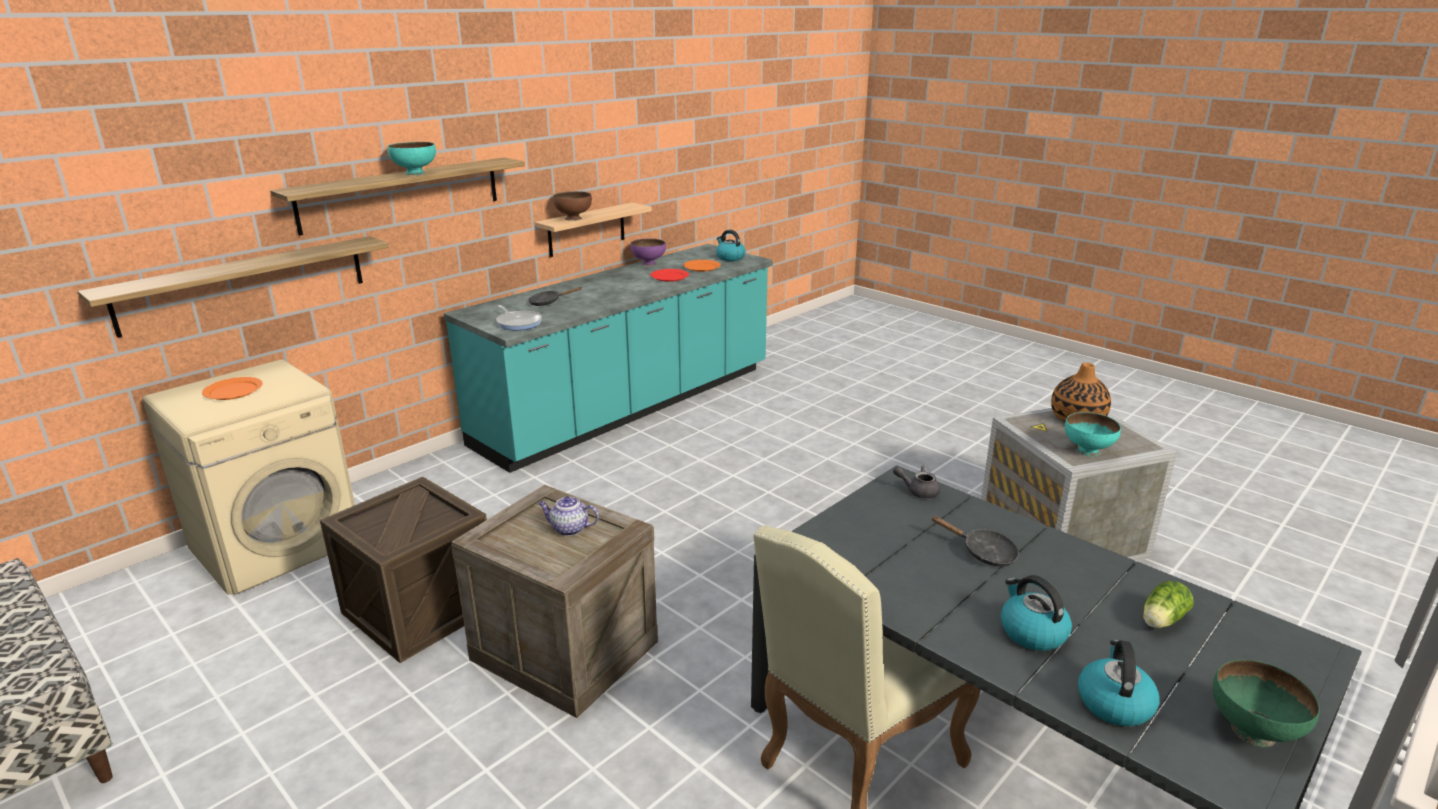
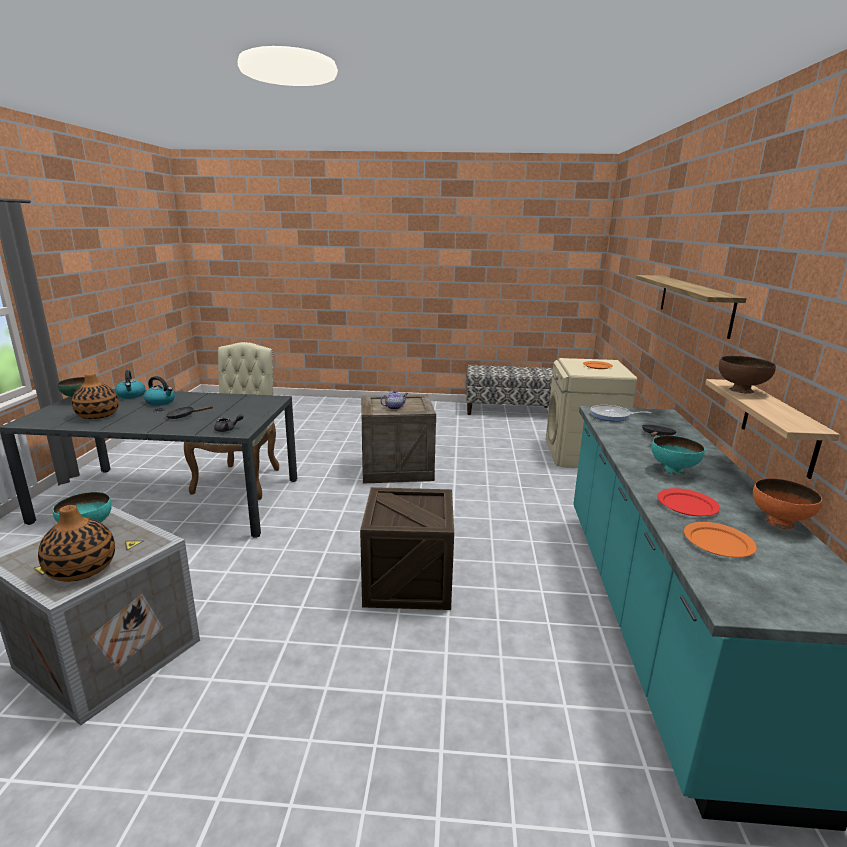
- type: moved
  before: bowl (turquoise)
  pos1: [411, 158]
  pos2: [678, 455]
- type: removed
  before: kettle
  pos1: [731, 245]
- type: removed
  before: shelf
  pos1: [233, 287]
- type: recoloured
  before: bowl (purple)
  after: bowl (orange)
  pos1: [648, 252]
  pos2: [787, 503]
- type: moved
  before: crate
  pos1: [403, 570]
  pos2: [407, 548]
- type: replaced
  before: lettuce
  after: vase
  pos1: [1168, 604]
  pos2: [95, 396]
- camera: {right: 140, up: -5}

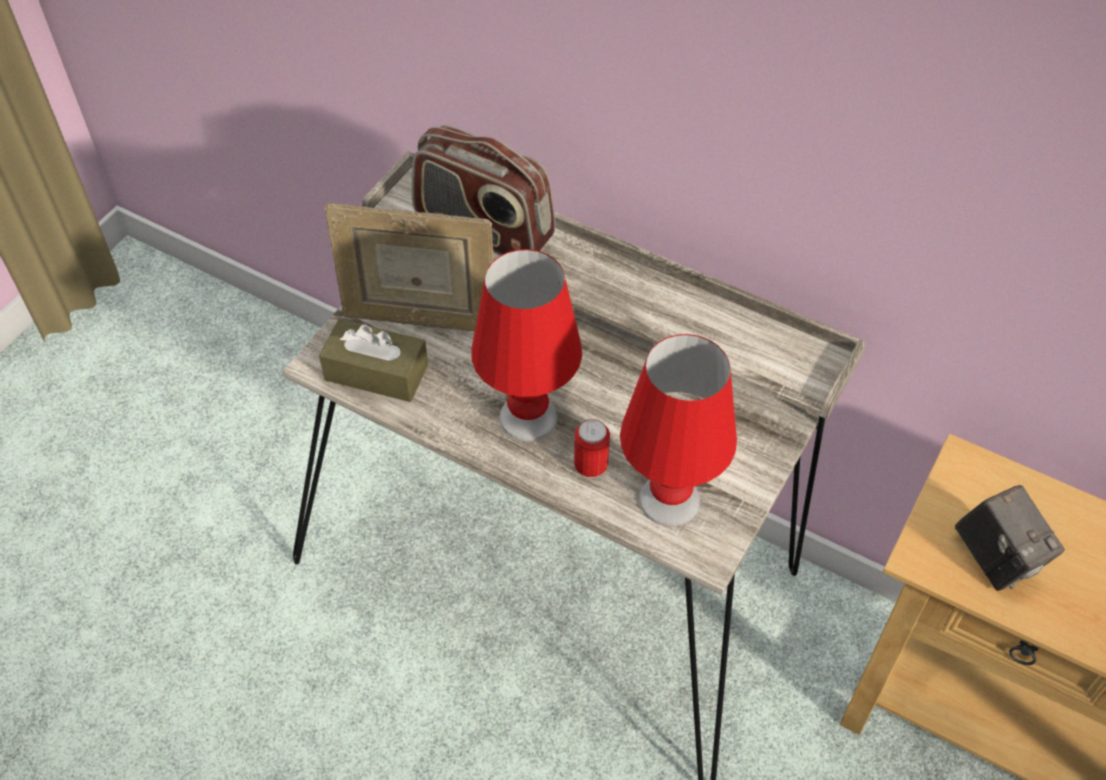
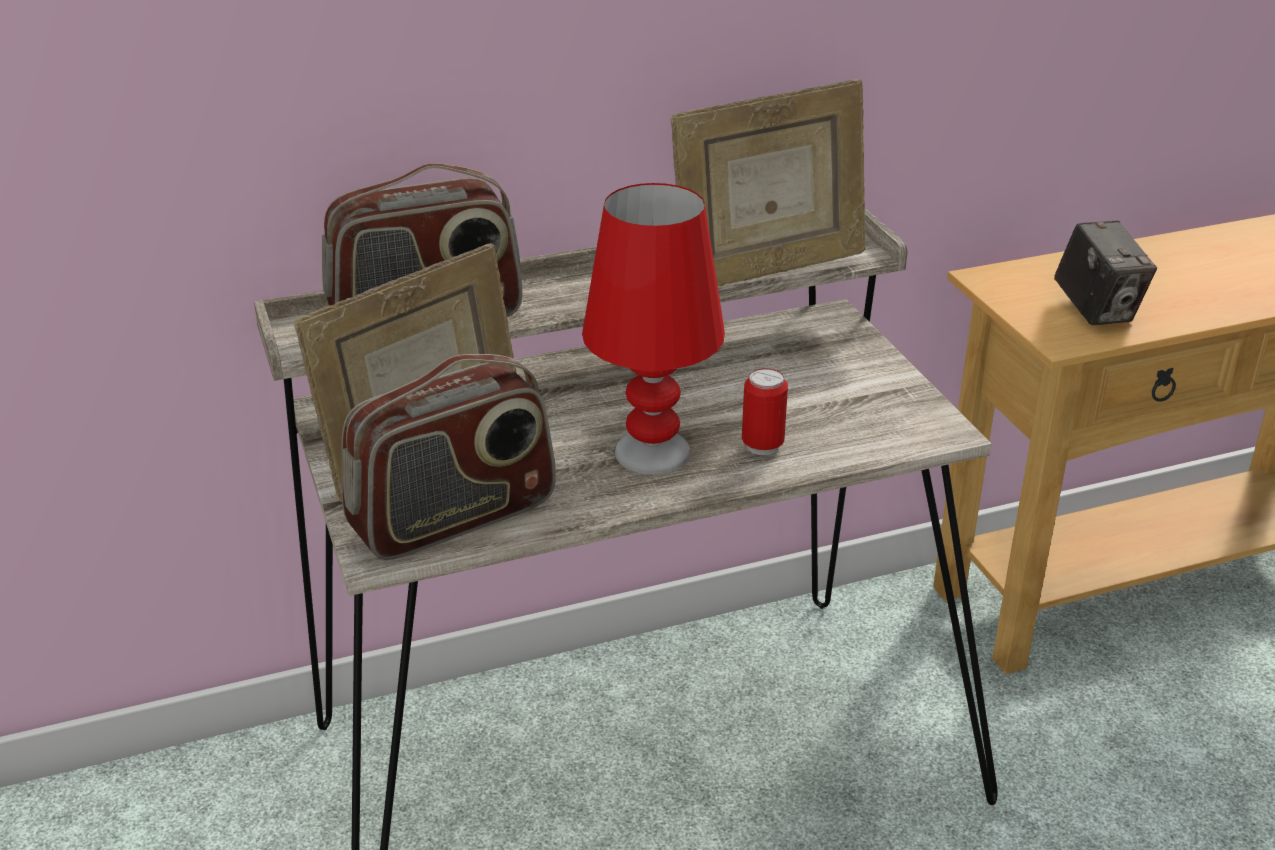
- type: replaced
  before: tissue box (brown)
  after: radio
  pos1: [373, 360]
  pos2: [449, 457]
- type: removed
  before: table lamp (red)
  pos1: [678, 430]
- type: turned
  before: photo camera
  pos1: [1010, 538]
  pos2: [1105, 273]
  turn: 60
- type: added
  after: picture frame
  pos2: [768, 182]
- camera: {right: -50, up: -20}

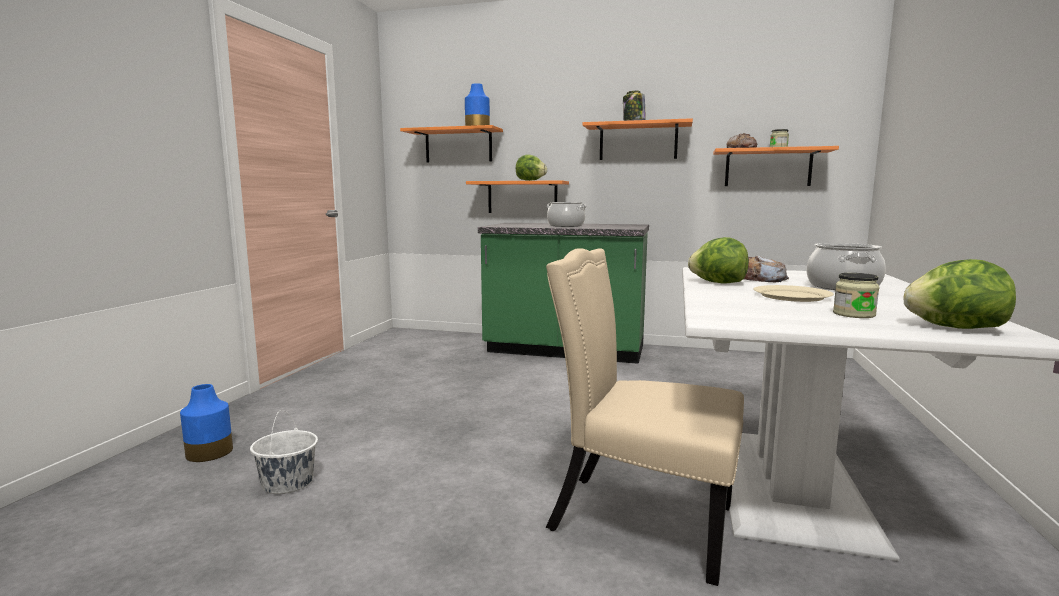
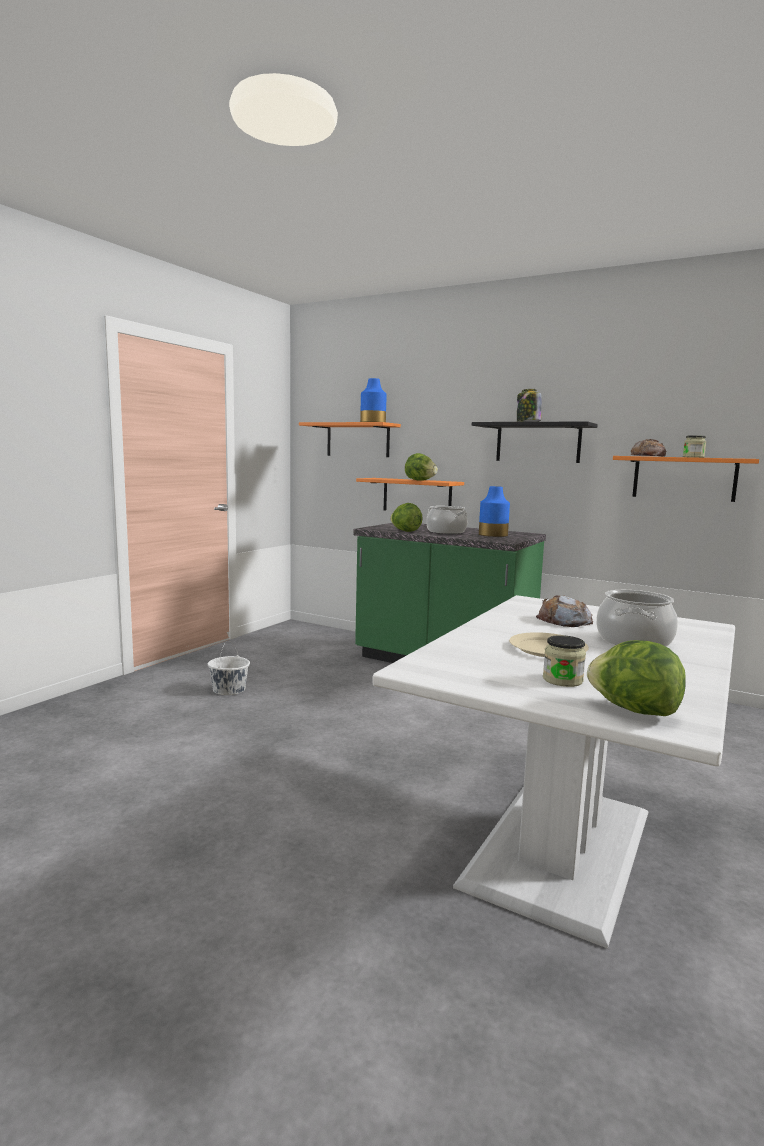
- type: recoloured
  before: shelf (orange)
  after: shelf (black)
  pos1: [637, 139]
  pos2: [535, 442]
- type: moved
  before: lettuce
  pos1: [718, 260]
  pos2: [406, 517]
- type: removed
  before: chair (beige)
  pos1: [645, 417]
- type: moved
  before: vase (blue)
  pos1: [206, 423]
  pos2: [494, 511]
- type: moved
  before: bucket (white)
  pos1: [284, 452]
  pos2: [229, 668]
- camera: {right: 15, up: 0}

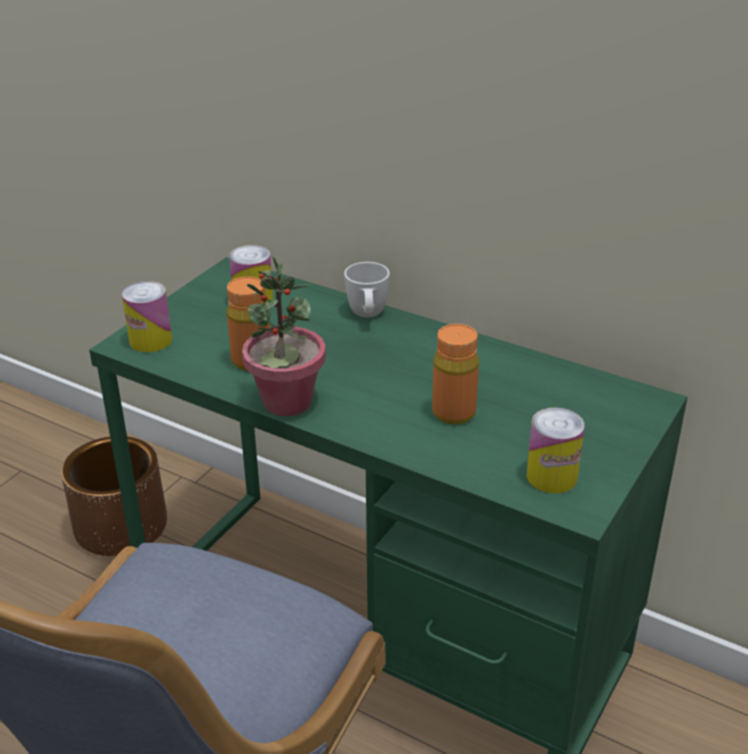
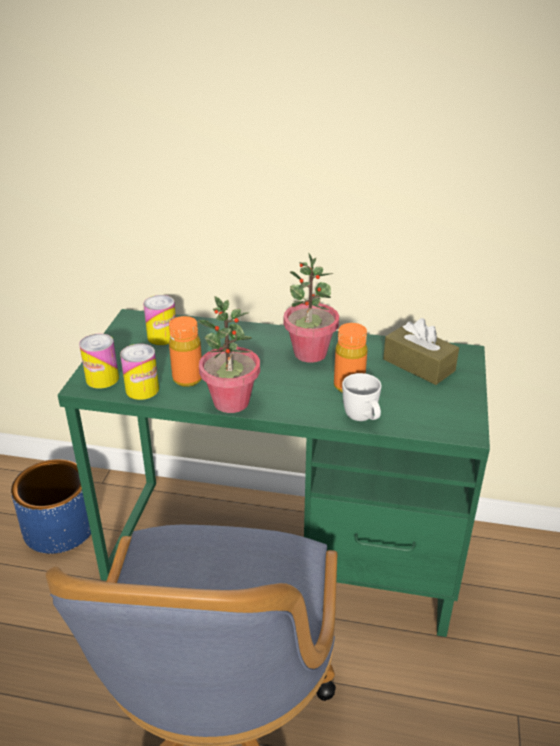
- type: moved
  before: mug (white)
  pos1: [367, 289]
  pos2: [362, 397]
- type: moved
  before: can
  pos1: [556, 450]
  pos2: [139, 372]
- type: recoloured
  before: planter (brown)
  after: planter (blue)
  pos1: [114, 496]
  pos2: [51, 506]
- type: added
  after: potted plant
  pos2: [311, 308]
- type: added
  after: tissue box (brown)
  pos2: [421, 351]
- camera: {right: -20, up: 0}

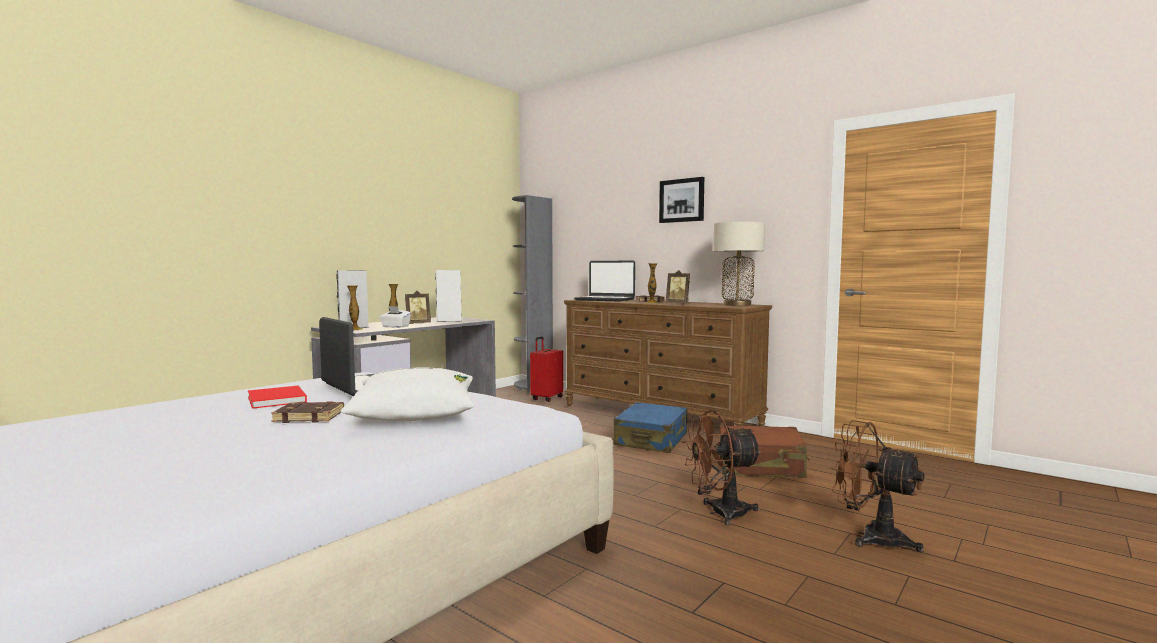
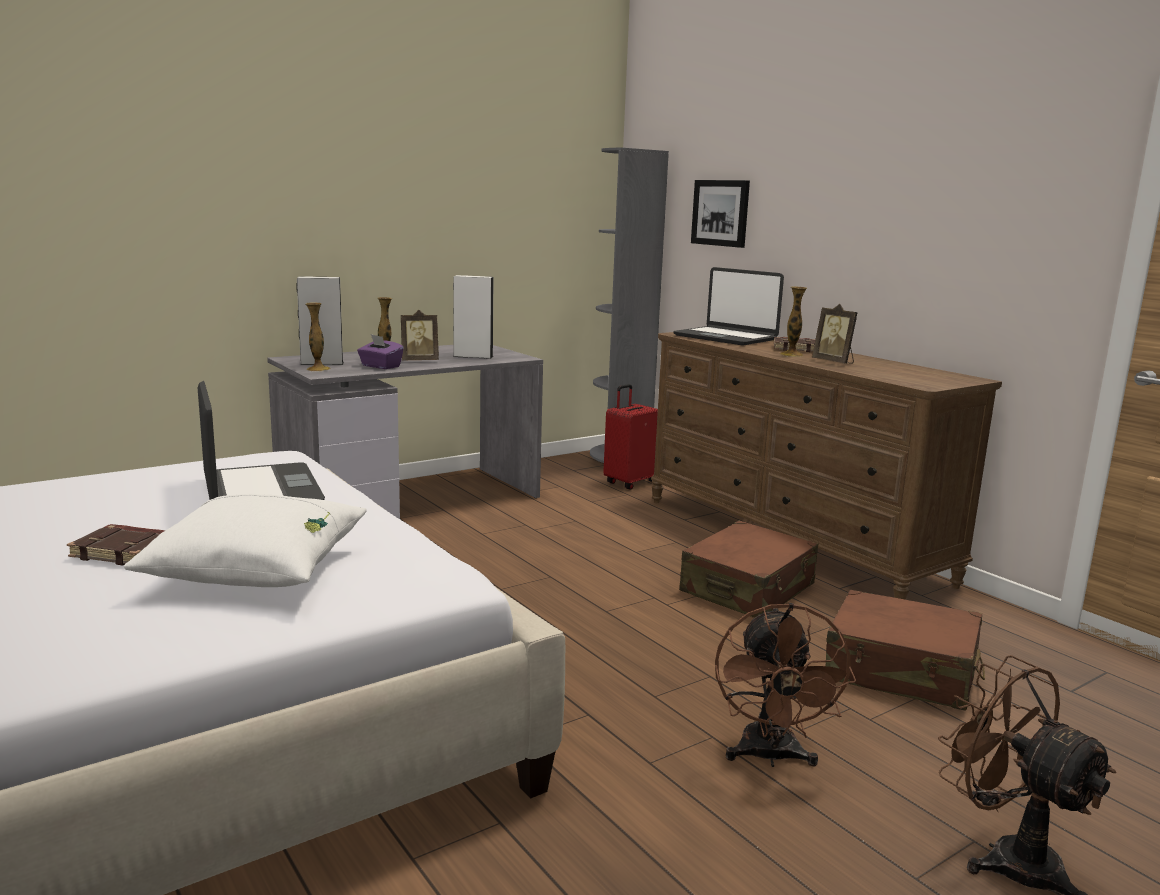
- type: moved
  before: picture
  pos1: [681, 200]
  pos2: [720, 214]
- type: removed
  before: table lamp
  pos1: [739, 264]
- type: recoloured
  before: tissue box (white)
  after: tissue box (purple)
  pos1: [395, 317]
  pos2: [380, 351]
- type: removed
  before: book (red)
  pos1: [277, 397]
- type: recoloured
  before: suitcase (blue)
  after: suitcase (brown)
  pos1: [650, 427]
  pos2: [748, 569]
- type: turned
  before: fan (brown)
  pos1: [722, 468]
  pos2: [785, 685]
  turn: -90
- camera: {right: 15, up: 10}

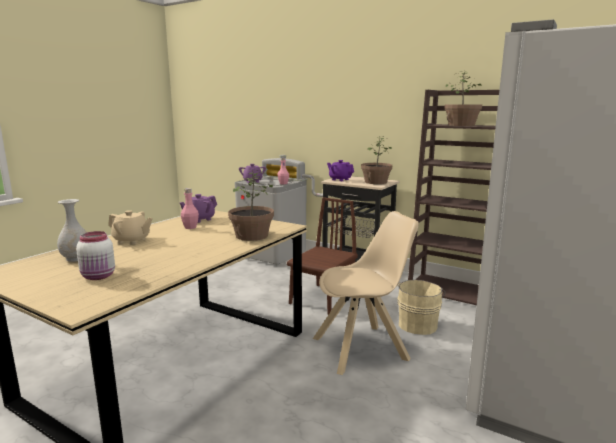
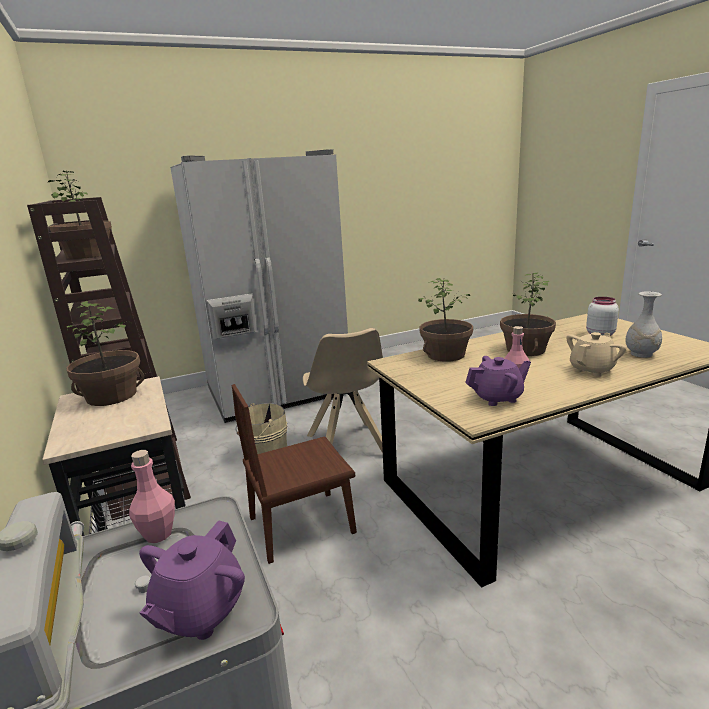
- type: removed
  before: teapot (purple)
  pos1: [340, 170]
- type: turned
  before: teapot (beige)
  pos1: [130, 227]
  pos2: [596, 354]
  turn: 90
- type: turned
  before: chair (beige)
  pos1: [366, 293]
  pos2: [343, 390]
  turn: -120
- type: added
  after: potted plant
  pos2: [528, 314]
- camera: {right: -145, up: 5}

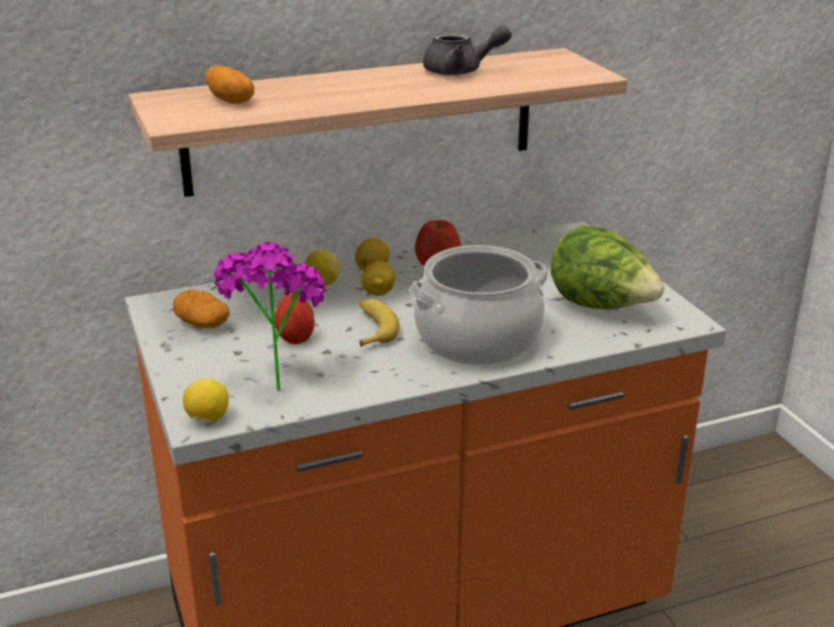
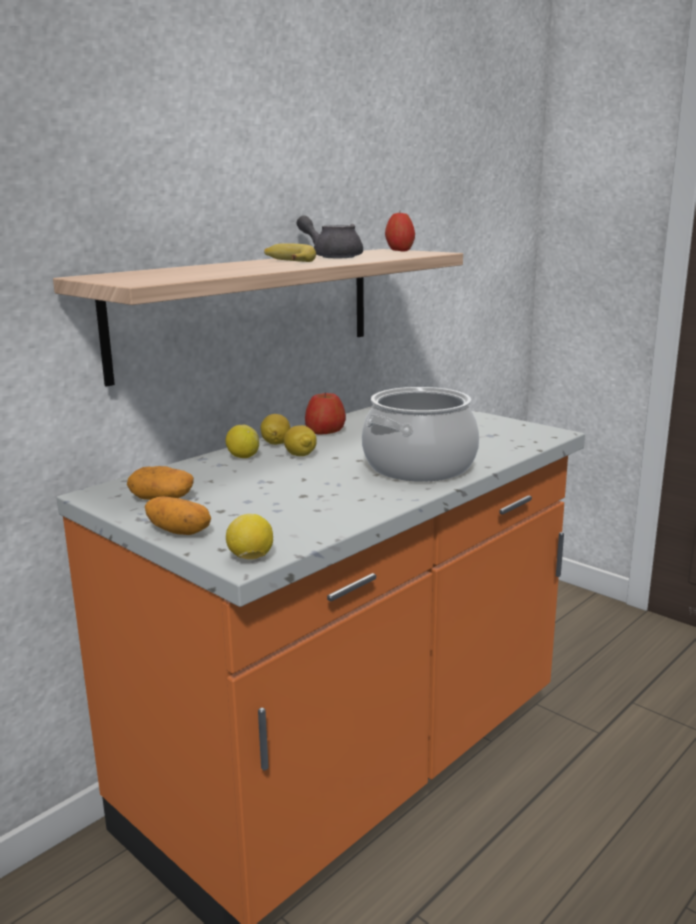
- type: turned
  before: teapot (grey)
  pos1: [467, 50]
  pos2: [329, 236]
  turn: -120
- type: moved
  before: potato
  pos1: [229, 85]
  pos2: [178, 516]
- type: removed
  before: lettuce
  pos1: [607, 267]
- type: removed
  before: potted plant
  pos1: [270, 316]
- type: moved
  before: apple
  pos1: [295, 318]
  pos2: [400, 232]
- type: moved
  before: banana
  pos1: [379, 323]
  pos2: [290, 252]
- camera: {right: -25, up: -10}

